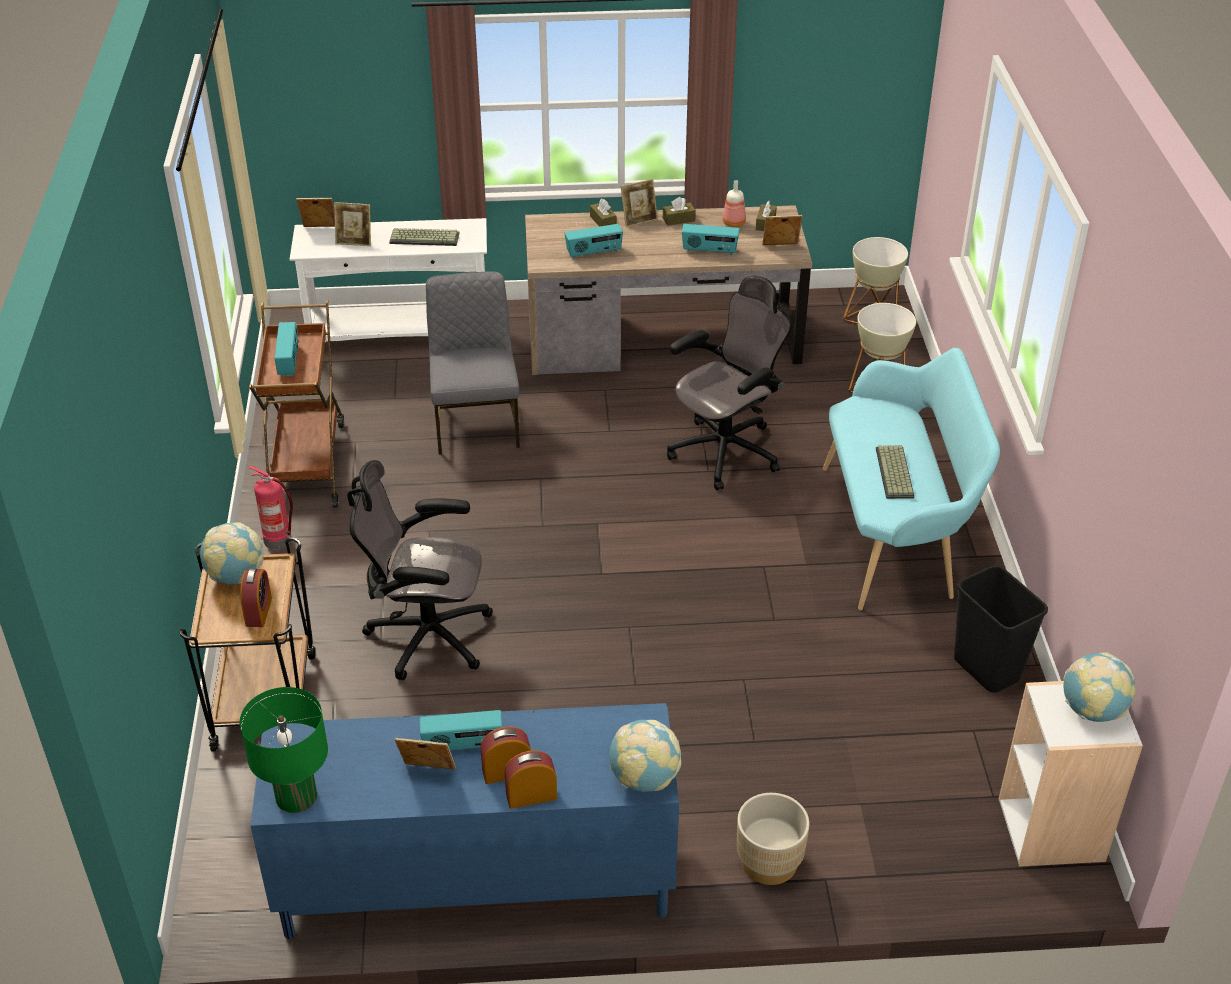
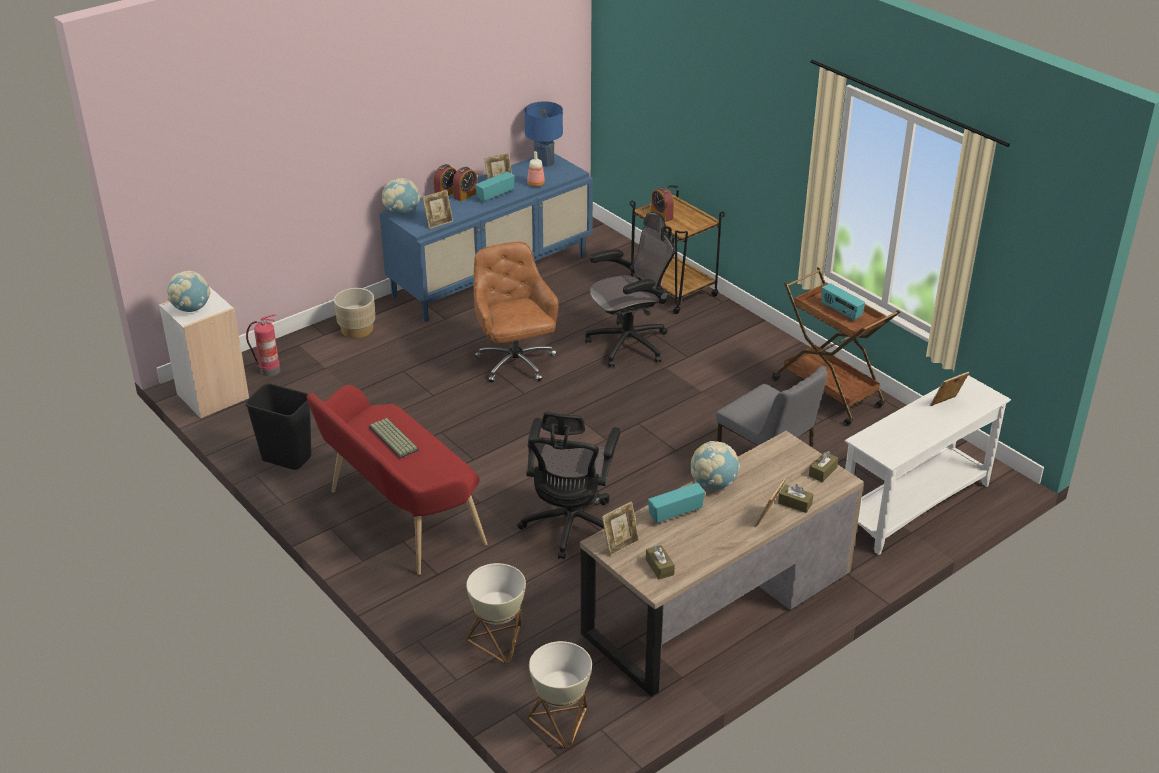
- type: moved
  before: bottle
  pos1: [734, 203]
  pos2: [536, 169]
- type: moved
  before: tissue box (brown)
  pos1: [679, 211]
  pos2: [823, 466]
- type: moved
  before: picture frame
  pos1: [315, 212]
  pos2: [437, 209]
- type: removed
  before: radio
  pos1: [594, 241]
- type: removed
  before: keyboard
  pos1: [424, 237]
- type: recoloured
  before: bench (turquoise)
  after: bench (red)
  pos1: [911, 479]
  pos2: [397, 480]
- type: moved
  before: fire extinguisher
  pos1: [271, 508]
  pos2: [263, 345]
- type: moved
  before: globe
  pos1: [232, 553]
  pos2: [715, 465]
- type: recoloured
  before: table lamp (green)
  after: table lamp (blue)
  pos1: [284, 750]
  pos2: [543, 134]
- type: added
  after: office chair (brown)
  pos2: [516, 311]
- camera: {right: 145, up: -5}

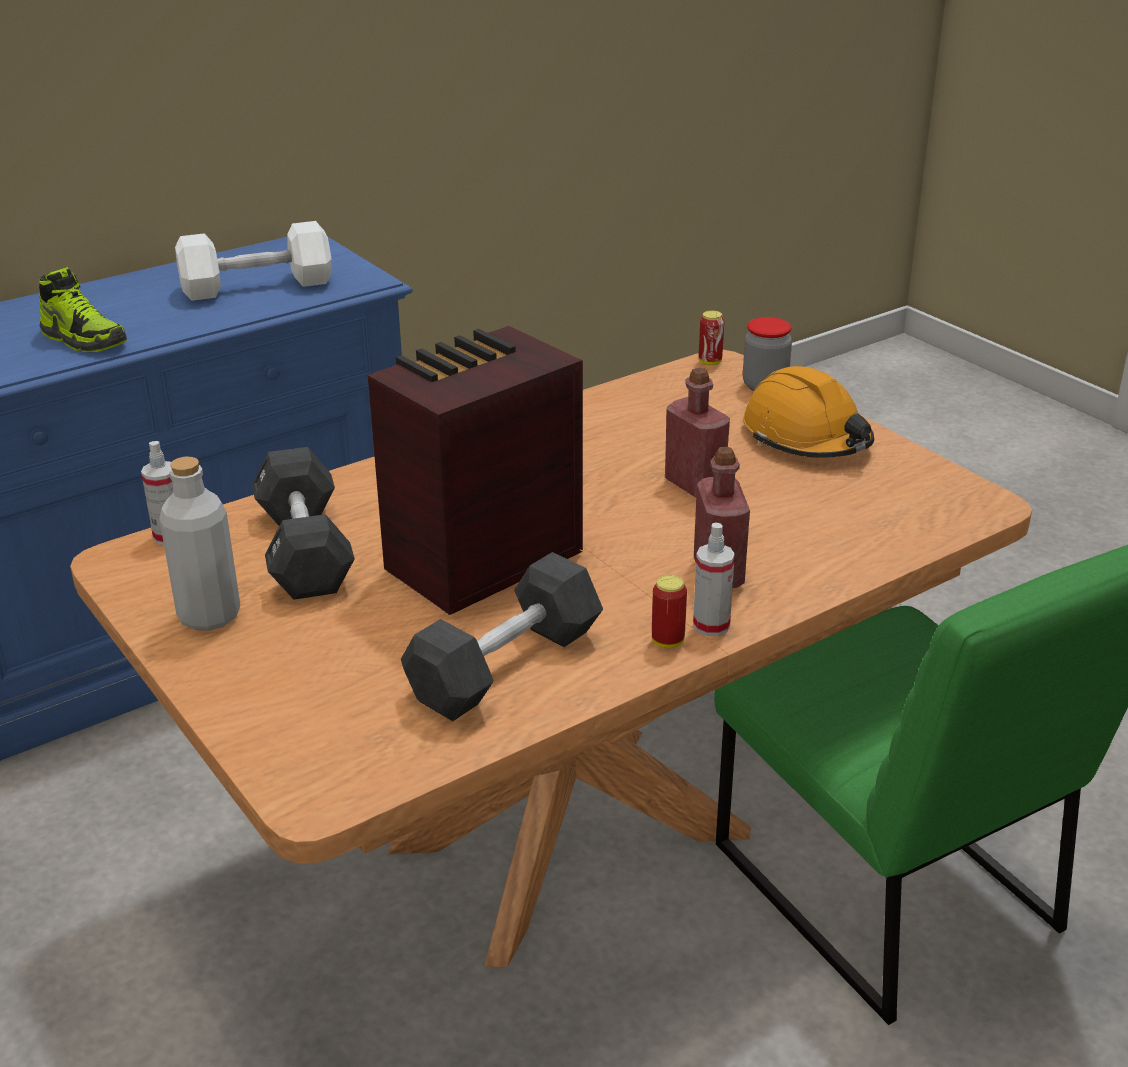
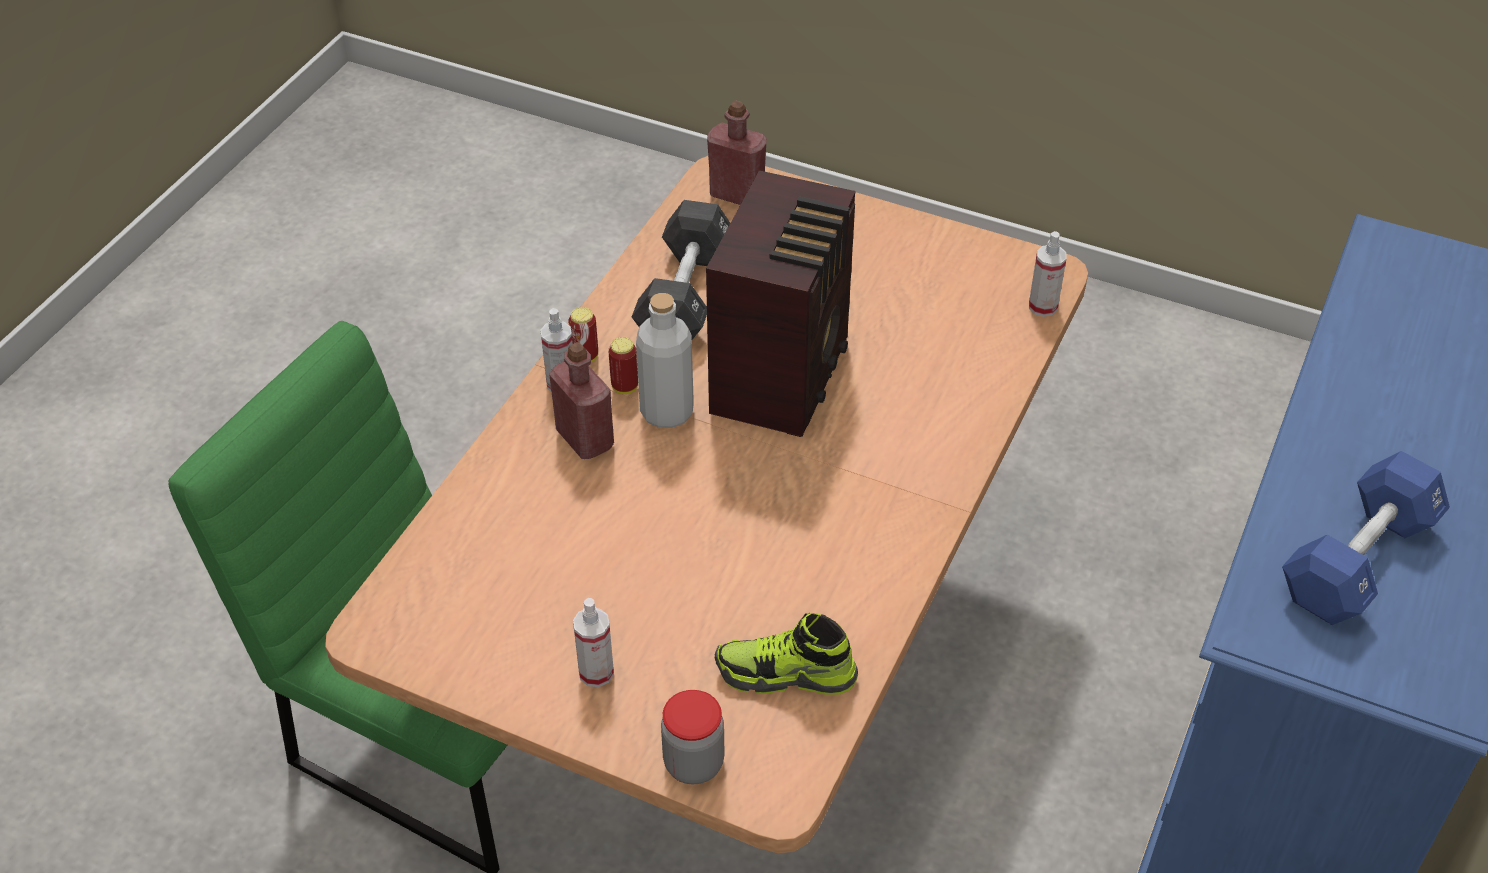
- type: recoloured
  before: dumbbell (white)
  after: dumbbell (blue)
  pos1: [253, 261]
  pos2: [1366, 538]
- type: moved
  before: shoe
  pos1: [83, 309]
  pos2: [786, 654]
- type: moved
  before: can
  pos1: [711, 337]
  pos2: [623, 365]
- type: replaced
  before: hard hat (orange)
  after: spray bottle
  pos1: [808, 412]
  pos2: [593, 642]
- type: moved
  before: bottle (red)
  pos1: [697, 432]
  pos2: [737, 153]
- type: removed
  before: dumbbell (black)
  pos1: [303, 523]
- type: moved
  before: bottle (grey)
  pos1: [199, 544]
  pos2: [665, 360]
- camera: {right: 150, up: 15}

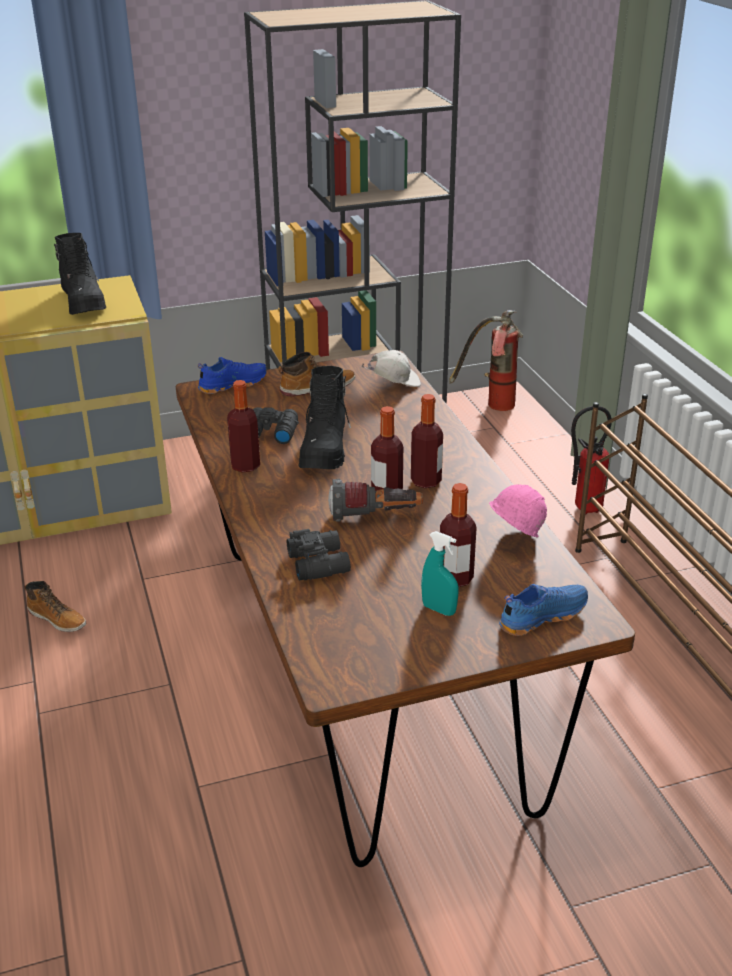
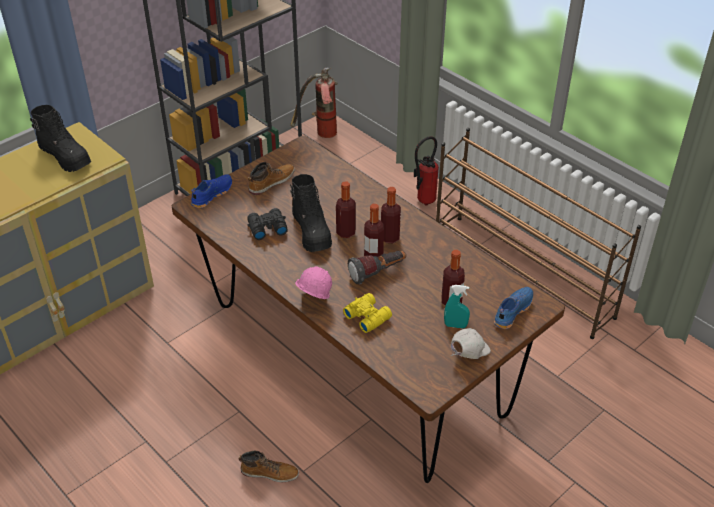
- type: moved
  before: cap (white)
  pos1: [391, 368]
  pos2: [471, 343]
- type: moved
  before: bottle
  pos1: [243, 426]
  pos2: [346, 209]
- type: moved
  before: hard hat (pink)
  pos1: [518, 510]
  pos2: [313, 282]
- type: recoloured
  before: binoculars (black)
  after: binoculars (yellow)
  pos1: [319, 554]
  pos2: [367, 313]
- type: moved
  before: boot
  pos1: [55, 606]
  pos2: [269, 466]
- camera: {right: -25, up: 10}

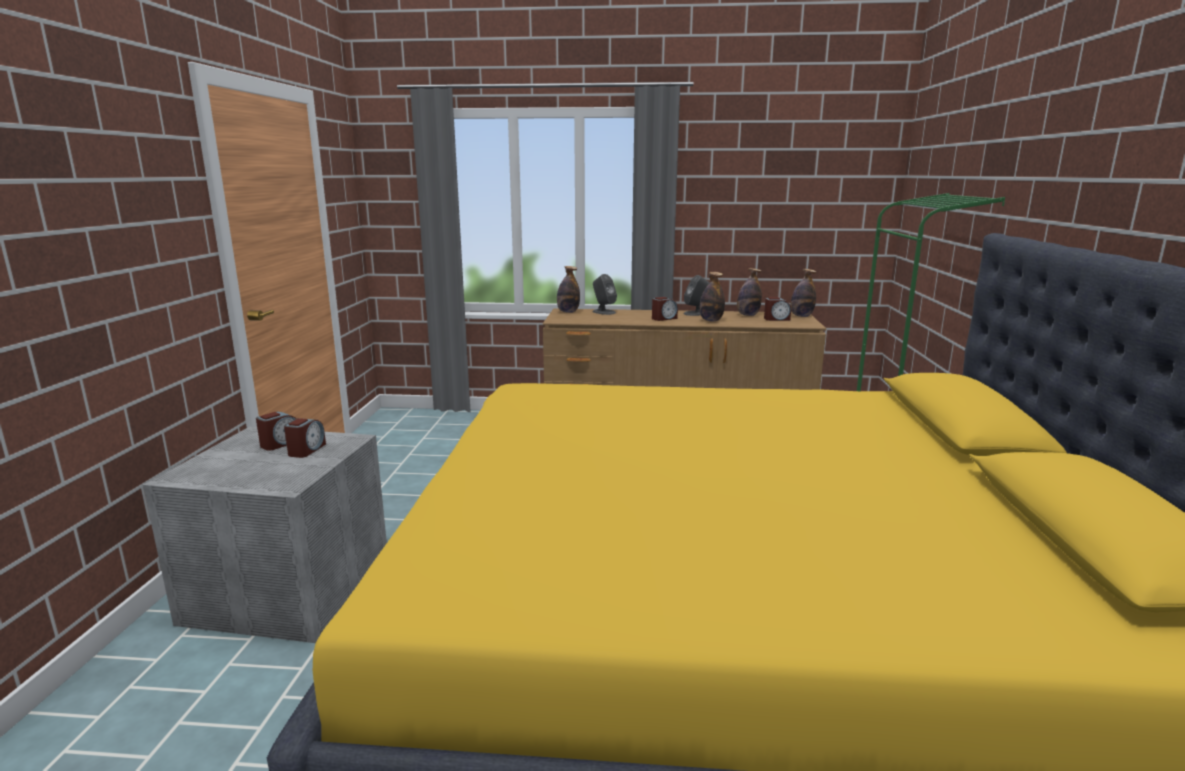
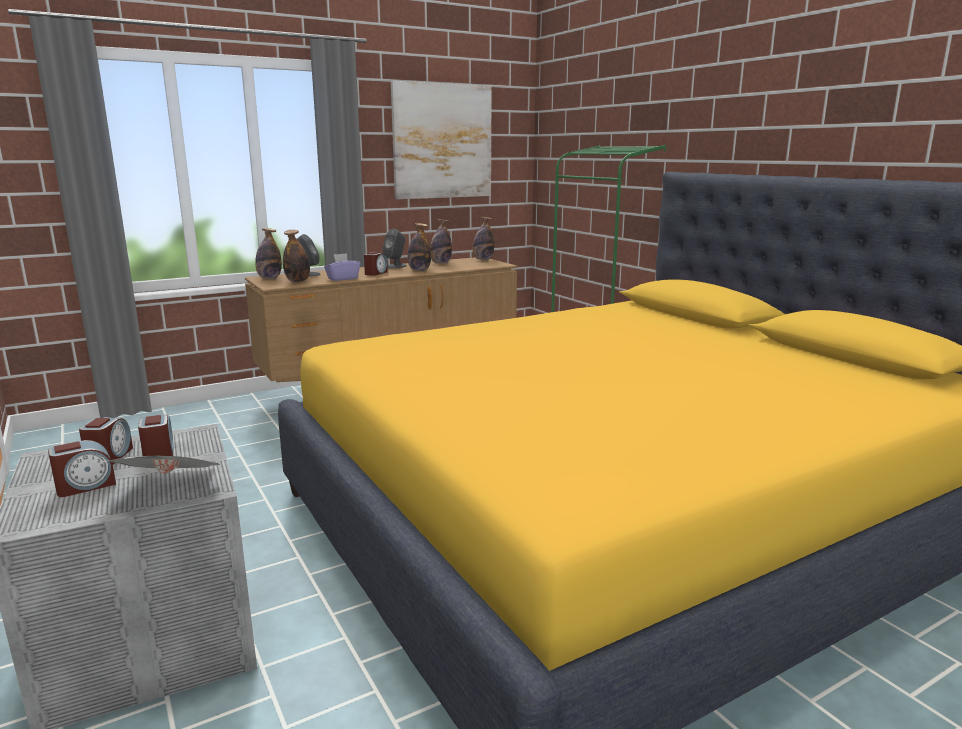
- type: moved
  before: alarm clock
  pos1: [777, 309]
  pos2: [82, 468]
- type: added
  after: picture
  pos2: [441, 140]
- type: added
  after: bottle
  pos2: [296, 256]
- type: added
  after: tissue box (purple)
  pos2: [342, 267]
- type: added
  after: newspaper
  pos2: [160, 465]
- camera: {right: -35, up: 0}

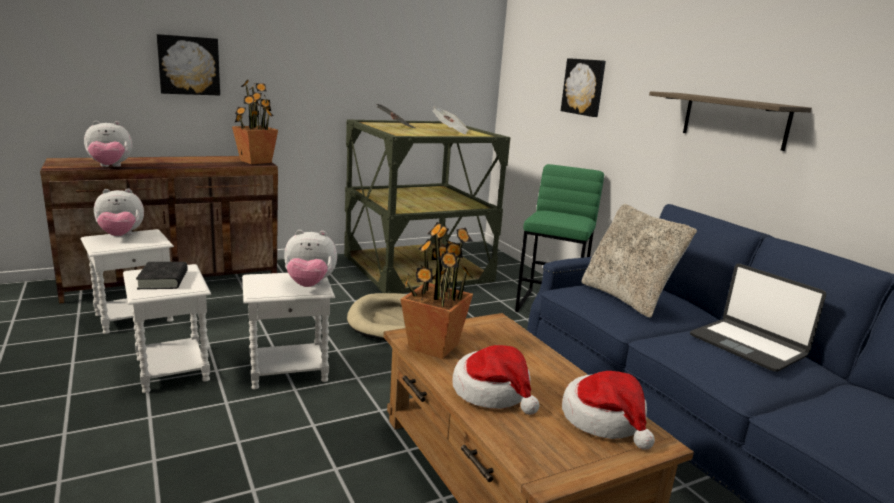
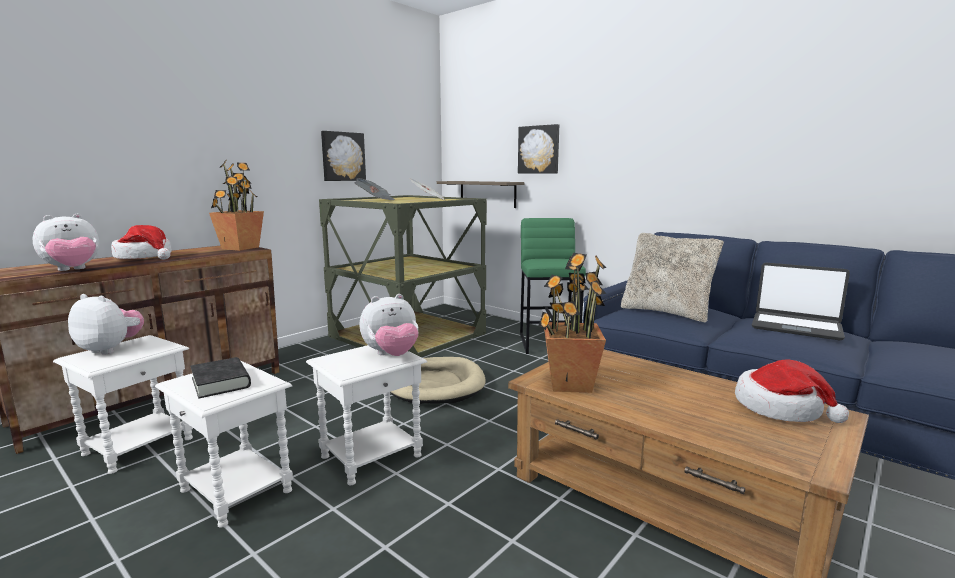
- type: moved
  before: picture
  pos1: [188, 65]
  pos2: [343, 156]
- type: moved
  before: shelf
  pos1: [730, 121]
  pos2: [480, 194]
- type: turned
  before: plush toy
  pos1: [119, 212]
  pos2: [106, 324]
  turn: -120
- type: moved
  before: hat
  pos1: [496, 380]
  pos2: [141, 242]
- camera: {right: -20, up: -5}

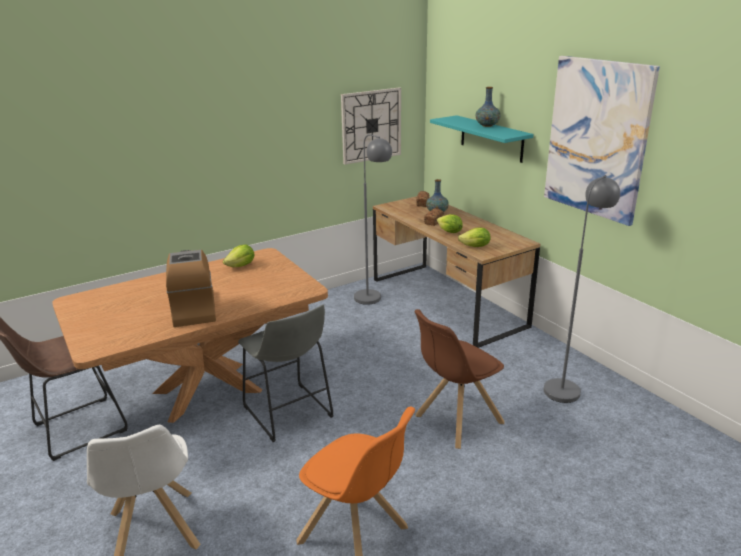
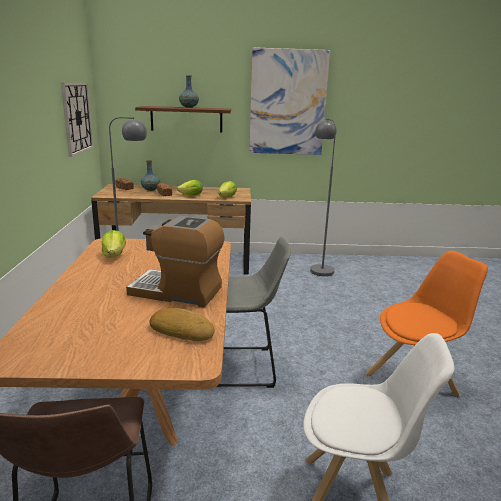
- type: recoloured
  before: shelf (turquoise)
  after: shelf (brown)
  pos1: [481, 139]
  pos2: [183, 119]
- type: removed
  before: chair (brown)
  pos1: [460, 379]
- type: added
  after: bread
  pos2: [182, 324]
- camera: {right: -60, up: -5}

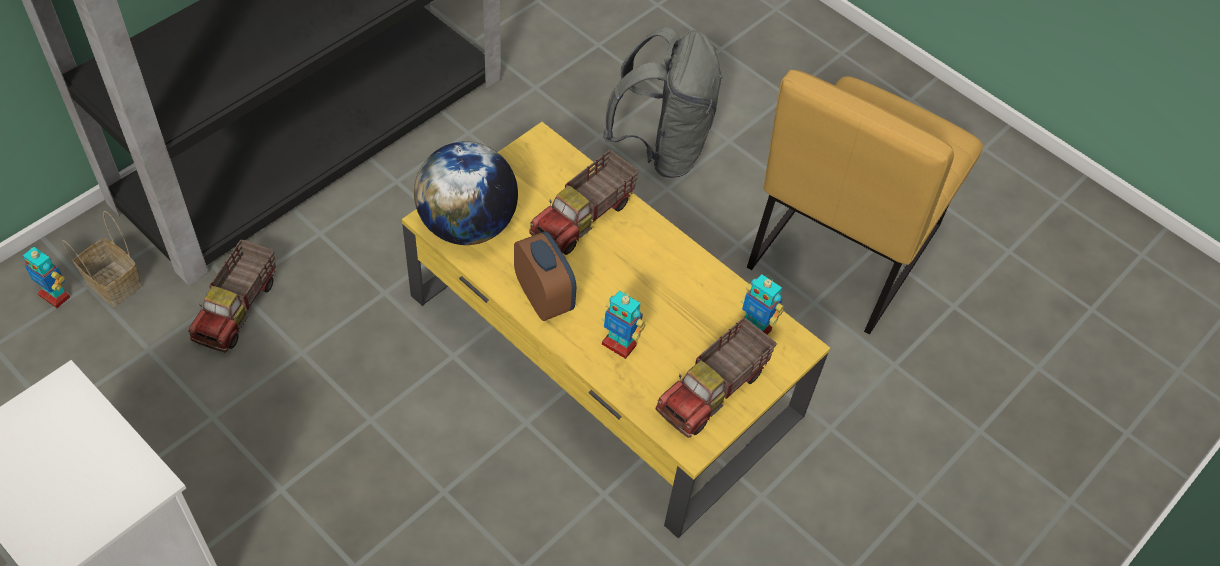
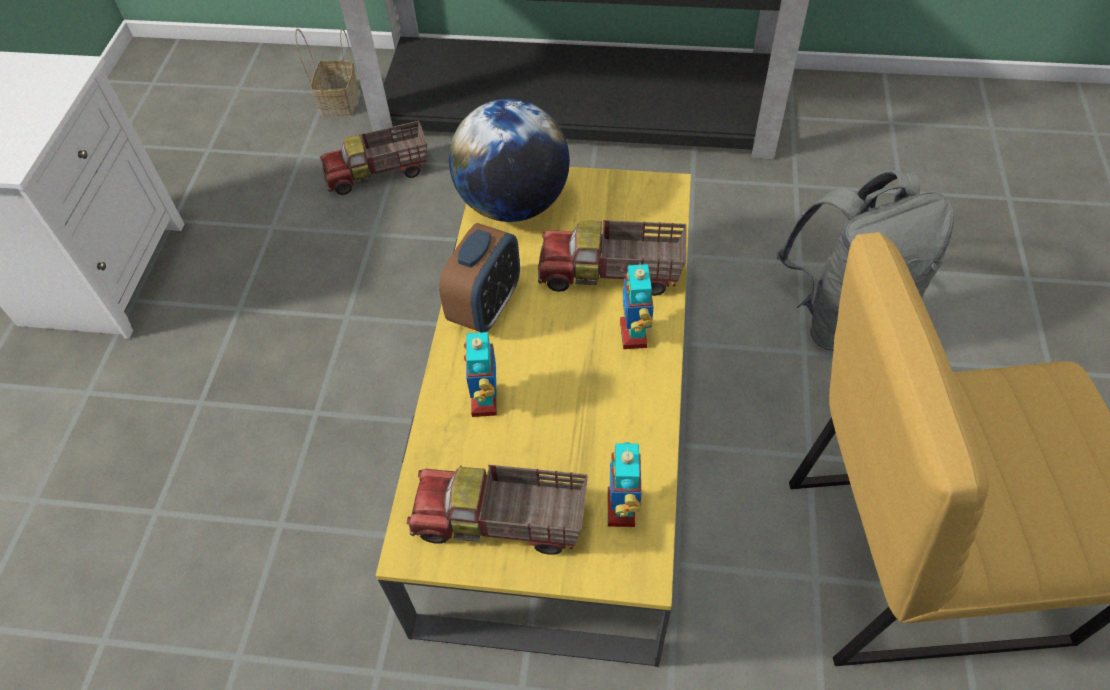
- type: moved
  before: toy robot
  pos1: [46, 277]
  pos2: [637, 306]
- camera: {right: 60, up: 0}

